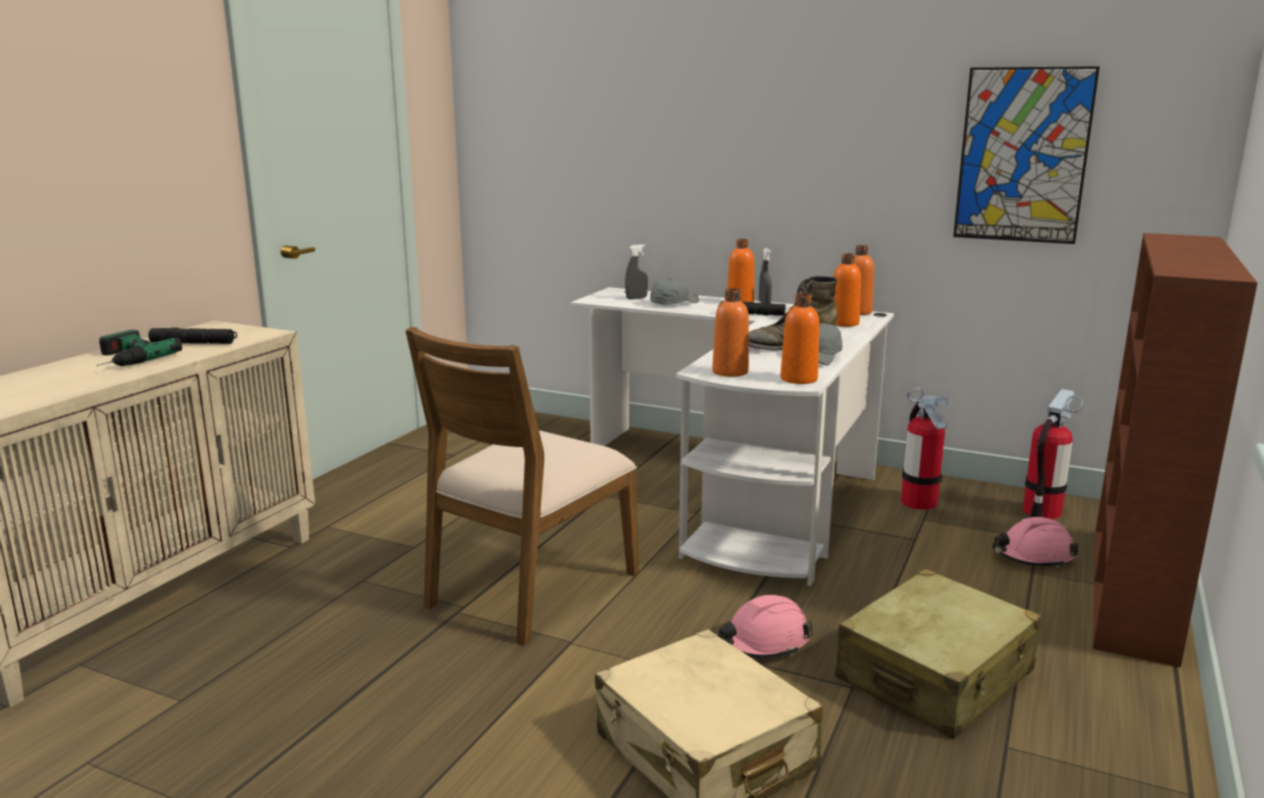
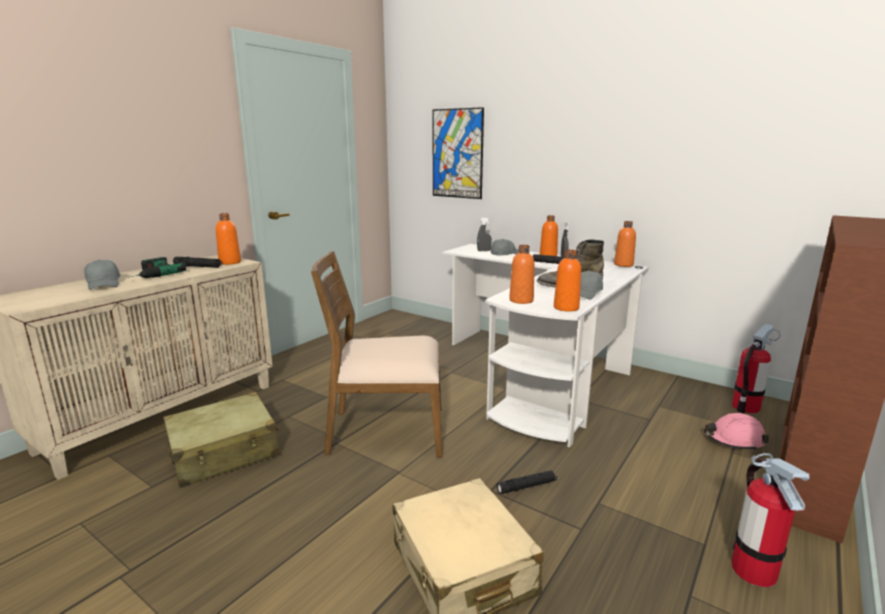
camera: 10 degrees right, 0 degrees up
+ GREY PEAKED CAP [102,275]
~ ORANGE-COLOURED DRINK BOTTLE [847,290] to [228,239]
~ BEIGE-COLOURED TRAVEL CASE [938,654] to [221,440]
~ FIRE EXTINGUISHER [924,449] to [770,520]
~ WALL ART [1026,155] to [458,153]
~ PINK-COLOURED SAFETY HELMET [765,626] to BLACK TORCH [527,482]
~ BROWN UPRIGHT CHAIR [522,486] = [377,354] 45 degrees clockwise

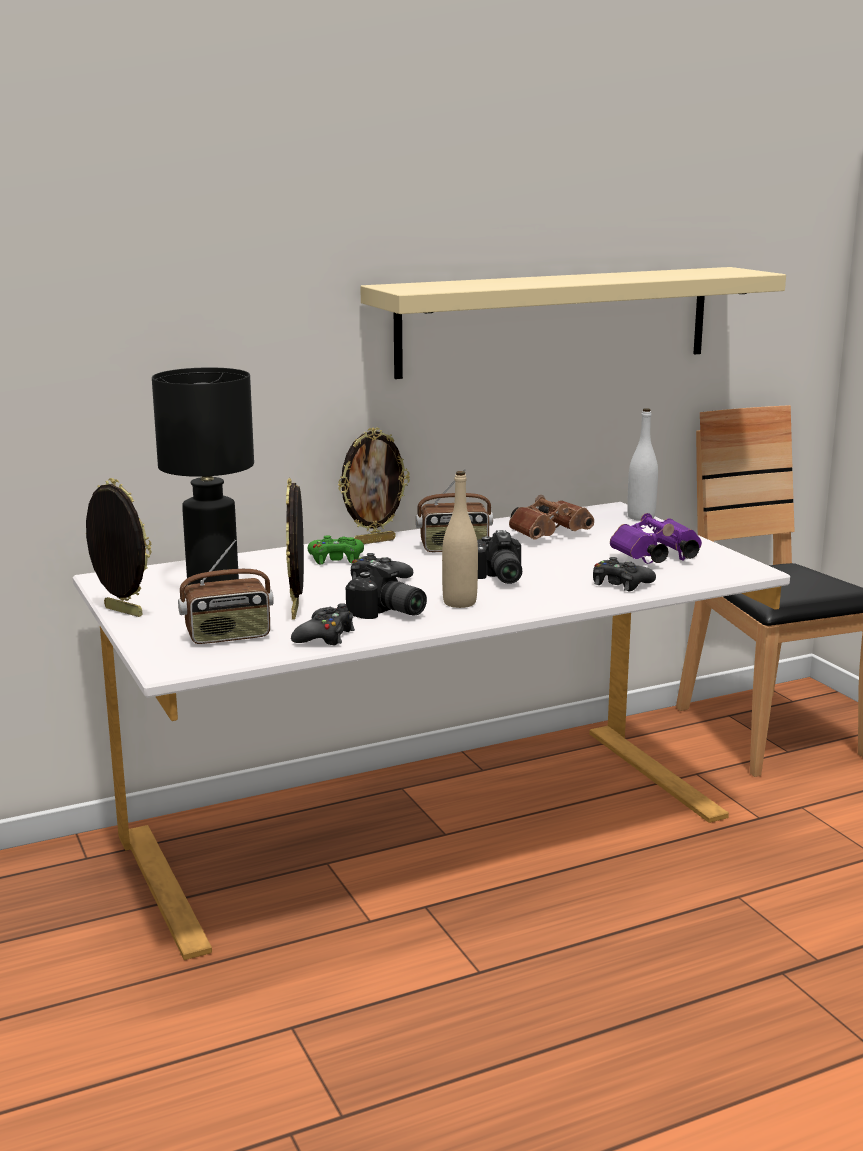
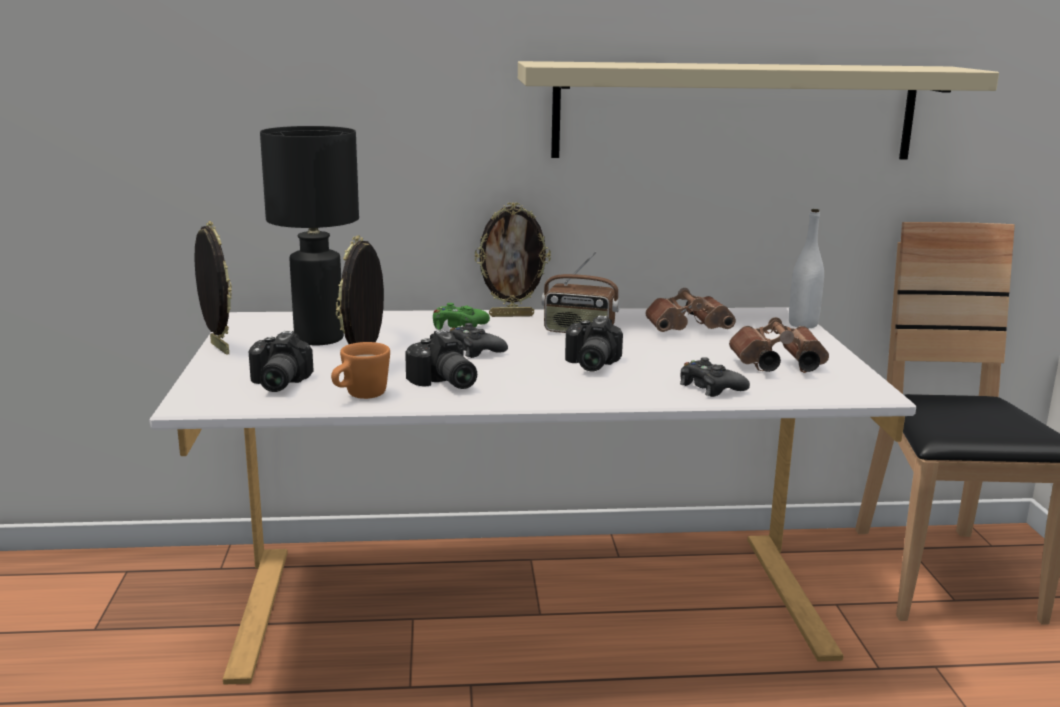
camera: 20 degrees right, 0 degrees up
- BEIGE-COLOURED DRINK BOTTLE [460,539]
~ RADIO RECEIVER [226,592] to PHOTO CAMERA [281,361]
~ BLACK GAME CONTROLLER [323,624] to ORANGE-COLOURED COFFEE MUG [360,370]
~ PURPLE BINOCULARS [656,538] to BROWN BINOCULARS [779,345]

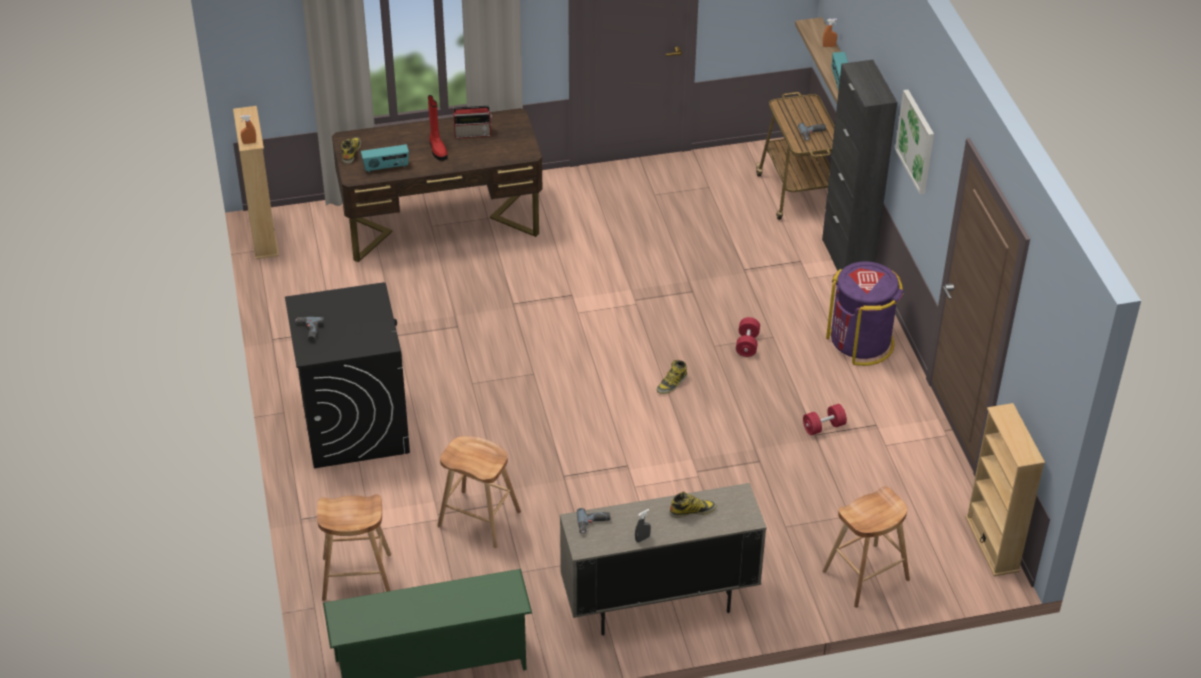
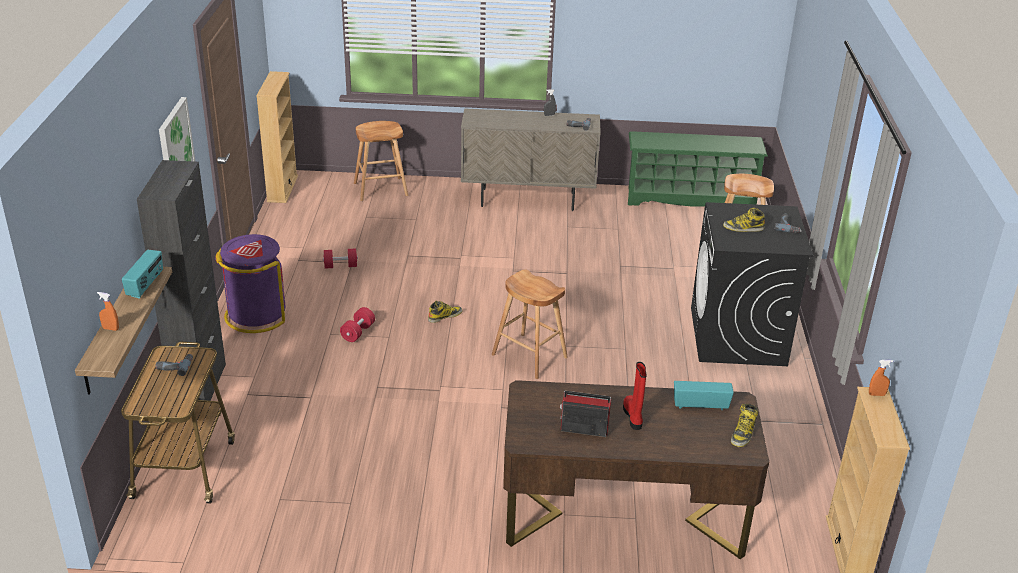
camera: 165 degrees left, 10 degrees down
~ BROWN STOOL [479,492] to [530,324]
~ BOOT [693,504] to [744,220]

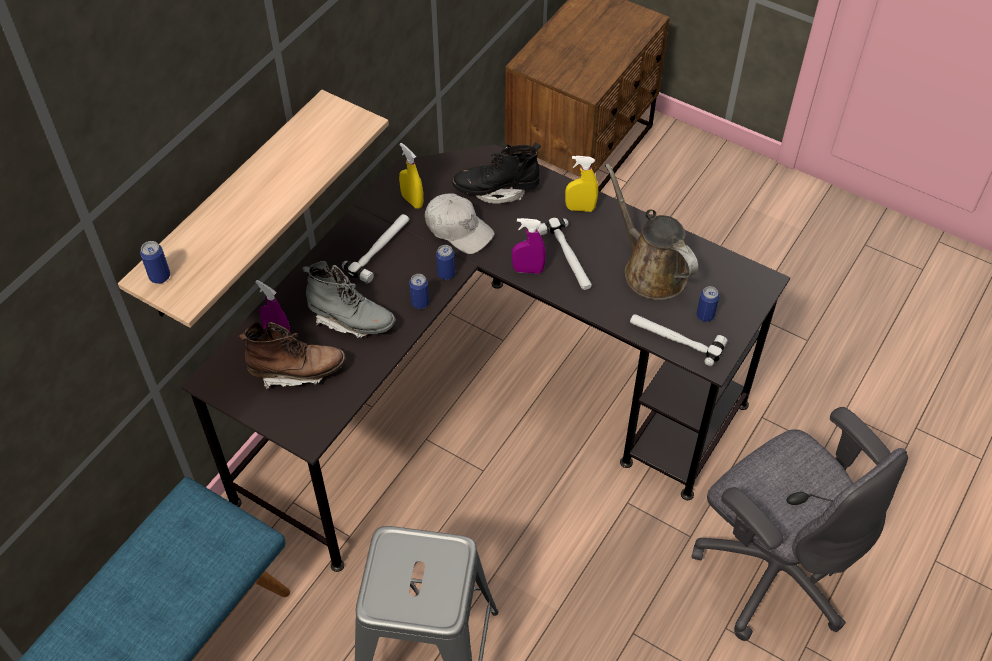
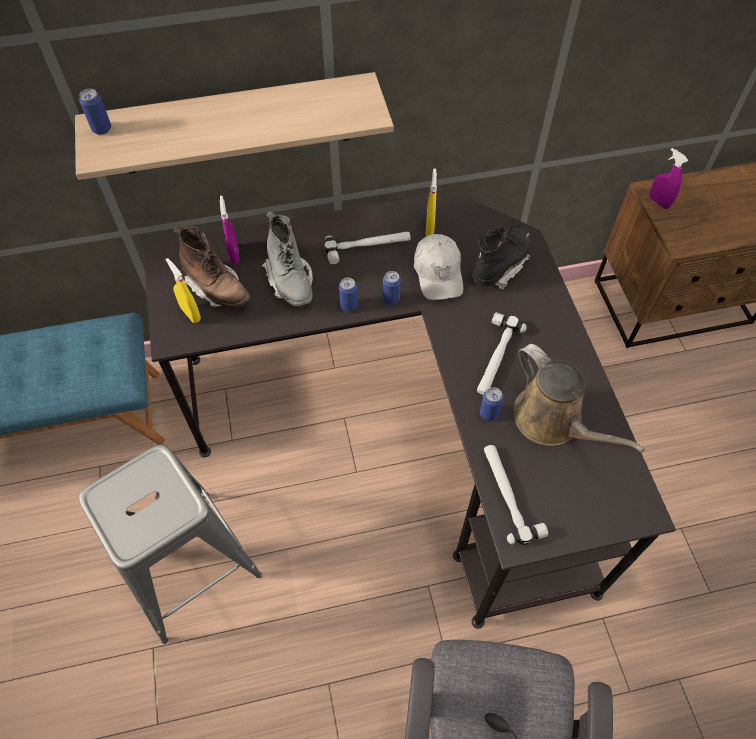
camera: 45 degrees right, 5 degrees up
~ PURPLE SPRAYER [529,246] to [668,178]
~ YELLOWISH SPRAYER [581,184] to [183,290]
~ SEALED CAN [708,304] to [491,404]
~ BLACK BOOT [496,173] = [503,257] 90 degrees clockwise
~ BROWN WATERING CAN [651,231] = [579,398] 135 degrees clockwise

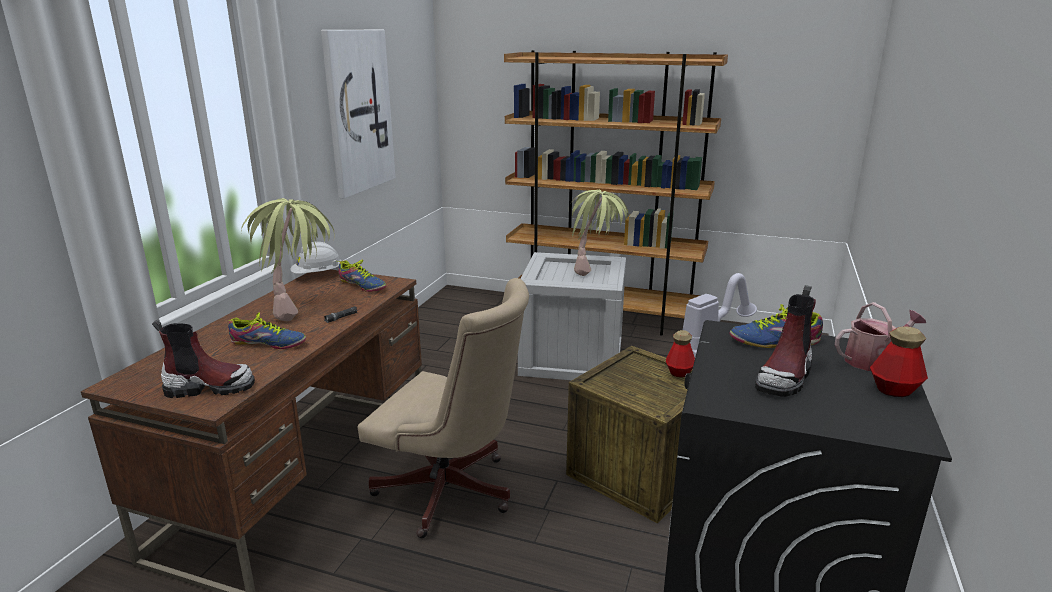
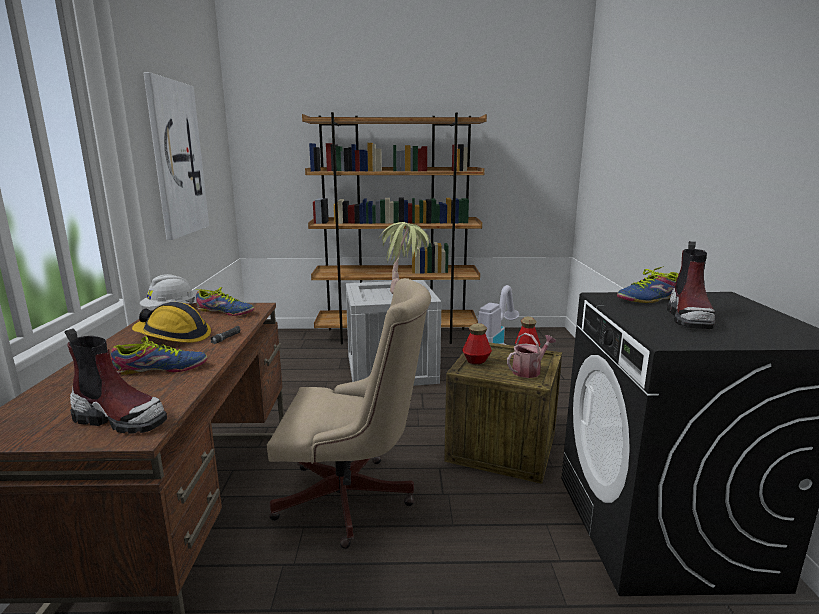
camera: 20 degrees left, 5 degrees down
~ WATERING CAN [880,336] to [531,355]
~ DRINK BOTTLE [899,361] to [477,343]
~ PLANT IN A POT [288,259] to SAFETY HELMET [171,322]
~ BOOT [203,359] = [116,381] 45 degrees clockwise

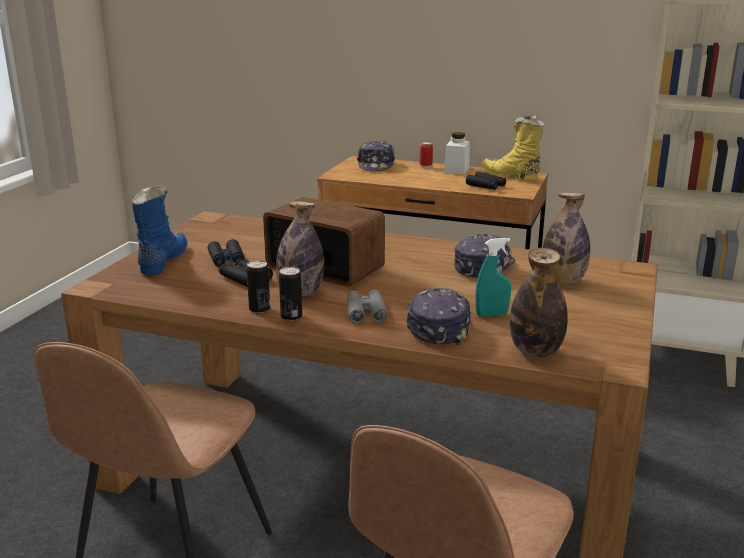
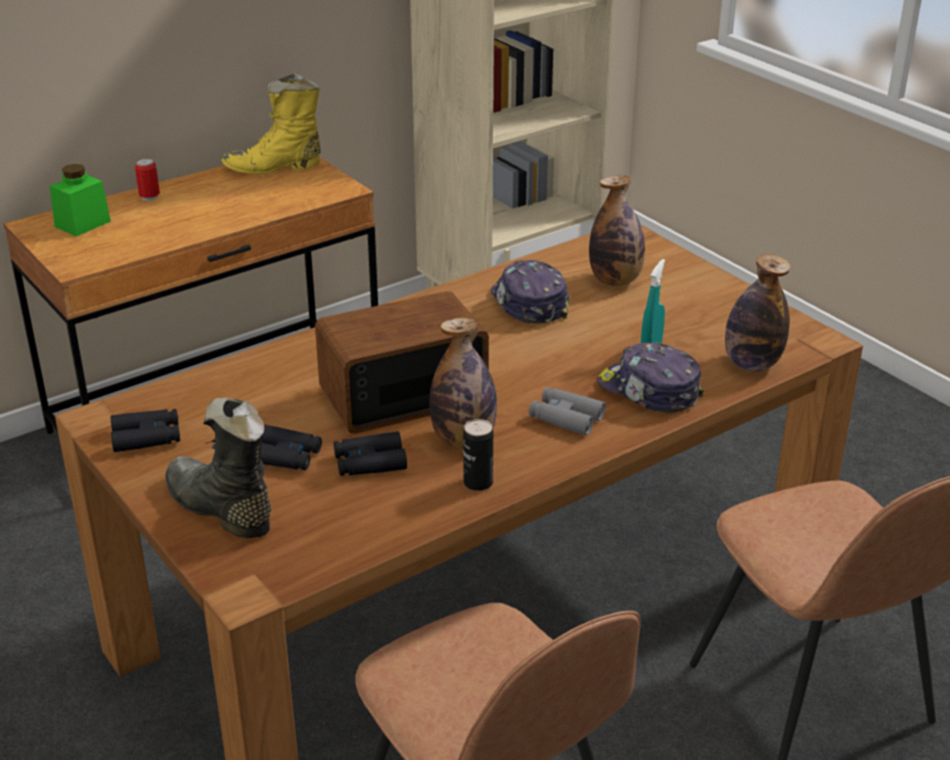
camera: 55 degrees left, 10 degrees up
- SEALED CAN [290,294]
- WHITISH PRESERVE JAR [457,153]
~ BLACK BINOCULARS [486,181] to [145,430]
~ PEAKED CAP [376,156] to GREEN-COLOURED PRESERVE JAR [80,200]
~ BLUE-COLOURED BOOT [159,231] to BLACK BOOT [218,468]

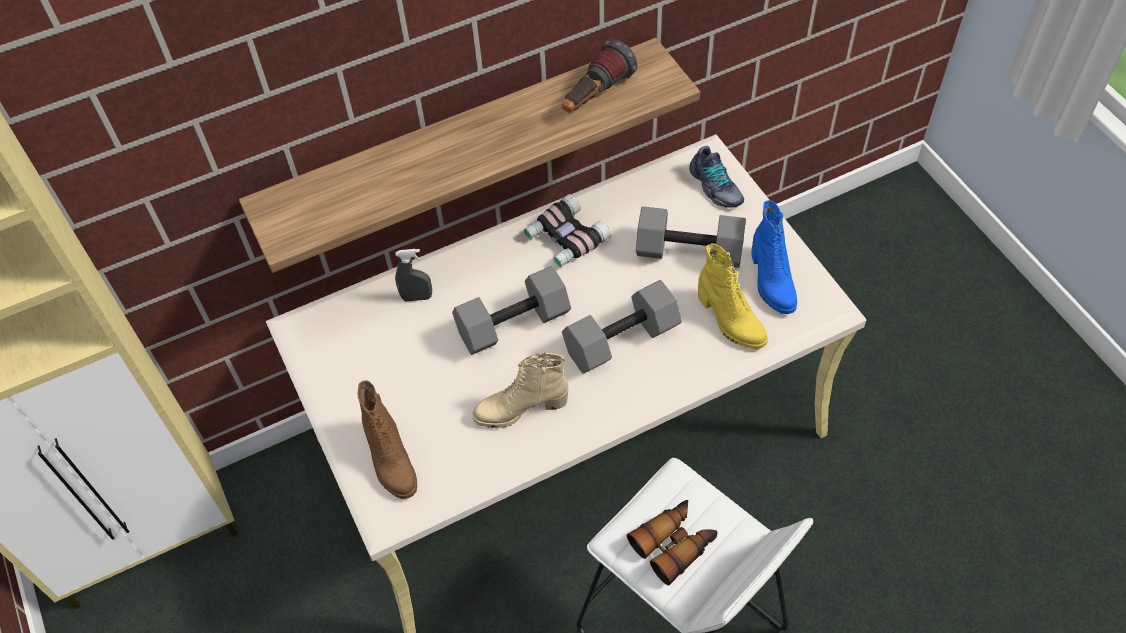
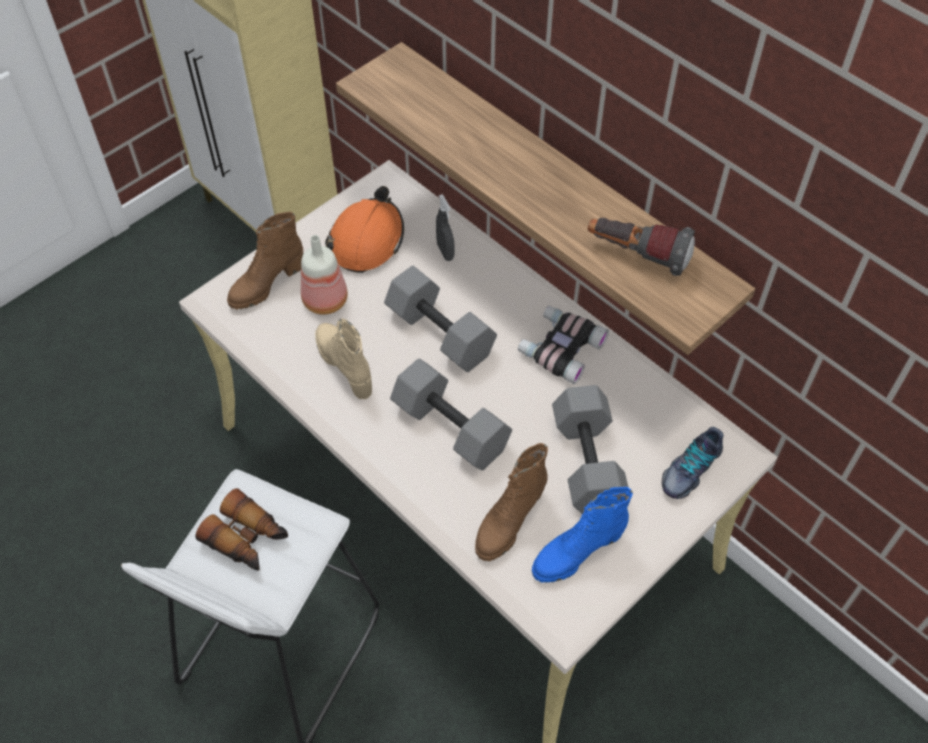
camera: 70 degrees right, 0 degrees up
+ DRINK BOTTLE [324,275]
+ ORANGE-COLOURED SAFETY HELMET [364,229]
~ YELLOWISH BOOT [733,296] to BROWN BOOT [511,502]

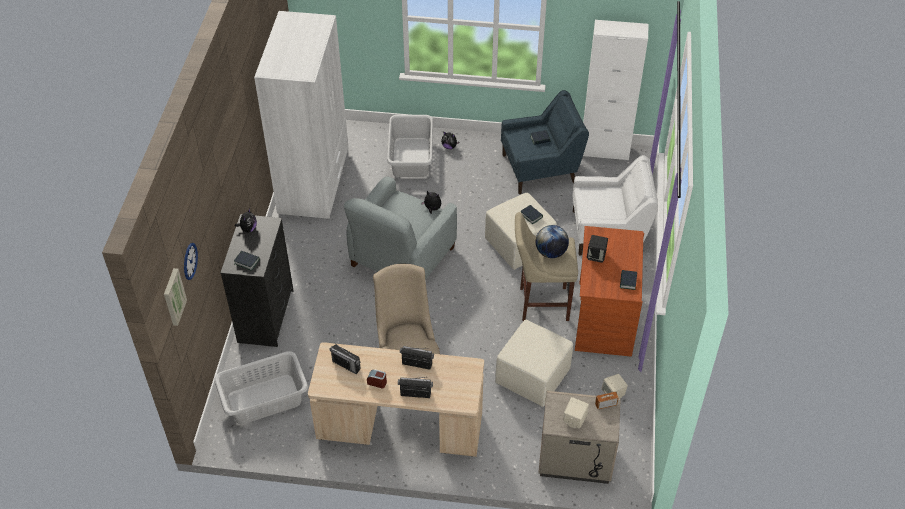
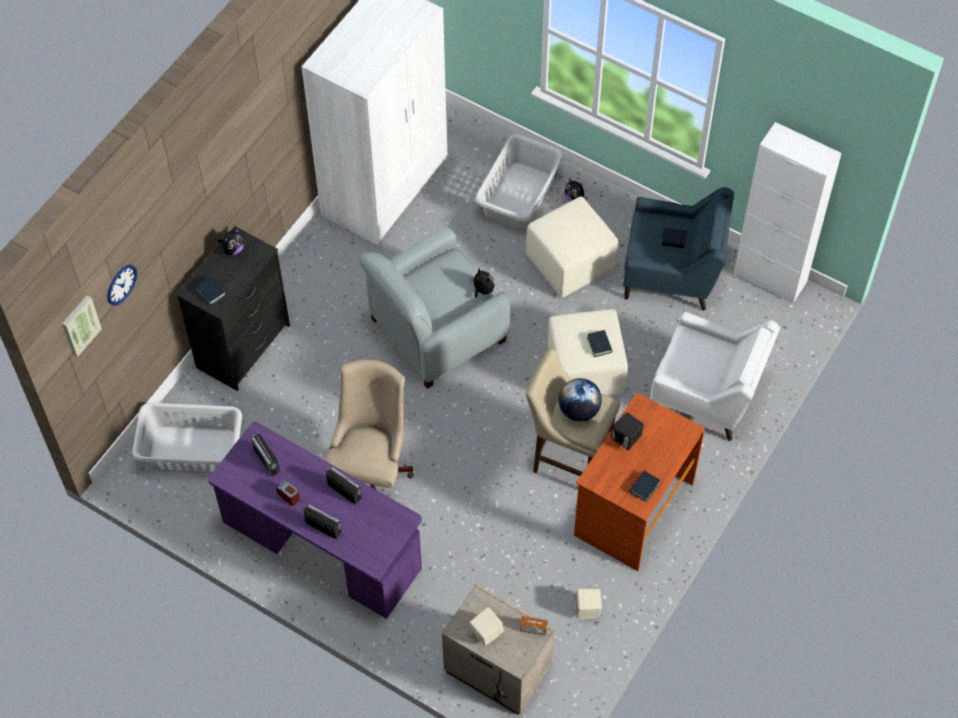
camera: 25 degrees right, 10 degrees up
~ BEIGE-COLOURED OTTOMAN [534,363] to [572,247]
~ BEIGE-COLOURED DESK TABLE [396,399] to PURPLE DESK TABLE [315,520]

